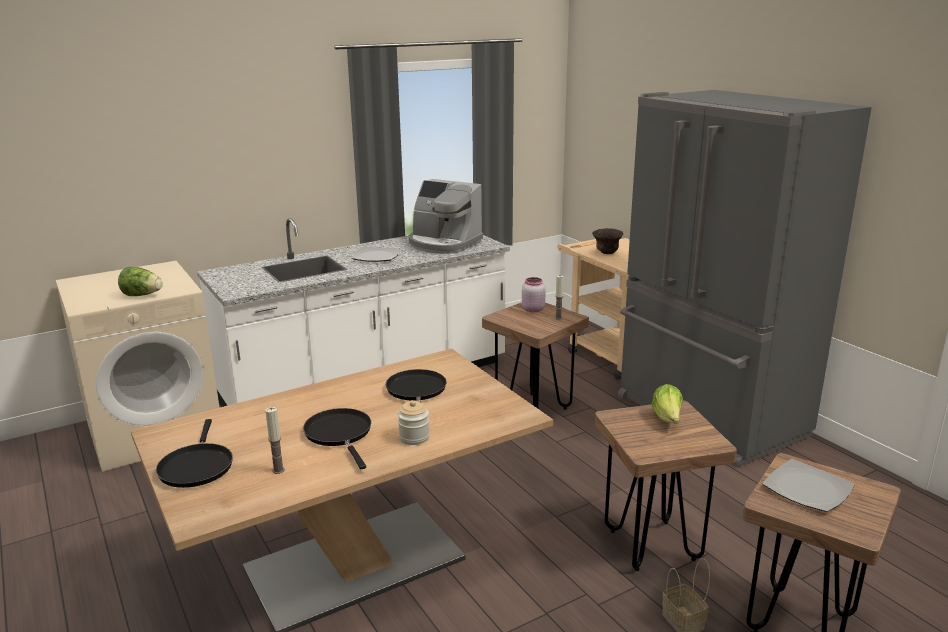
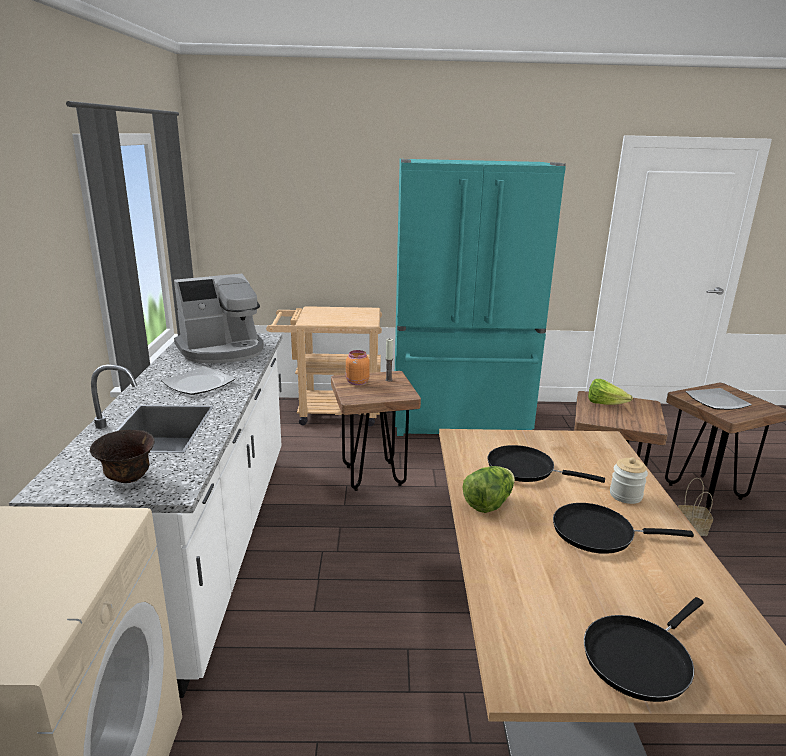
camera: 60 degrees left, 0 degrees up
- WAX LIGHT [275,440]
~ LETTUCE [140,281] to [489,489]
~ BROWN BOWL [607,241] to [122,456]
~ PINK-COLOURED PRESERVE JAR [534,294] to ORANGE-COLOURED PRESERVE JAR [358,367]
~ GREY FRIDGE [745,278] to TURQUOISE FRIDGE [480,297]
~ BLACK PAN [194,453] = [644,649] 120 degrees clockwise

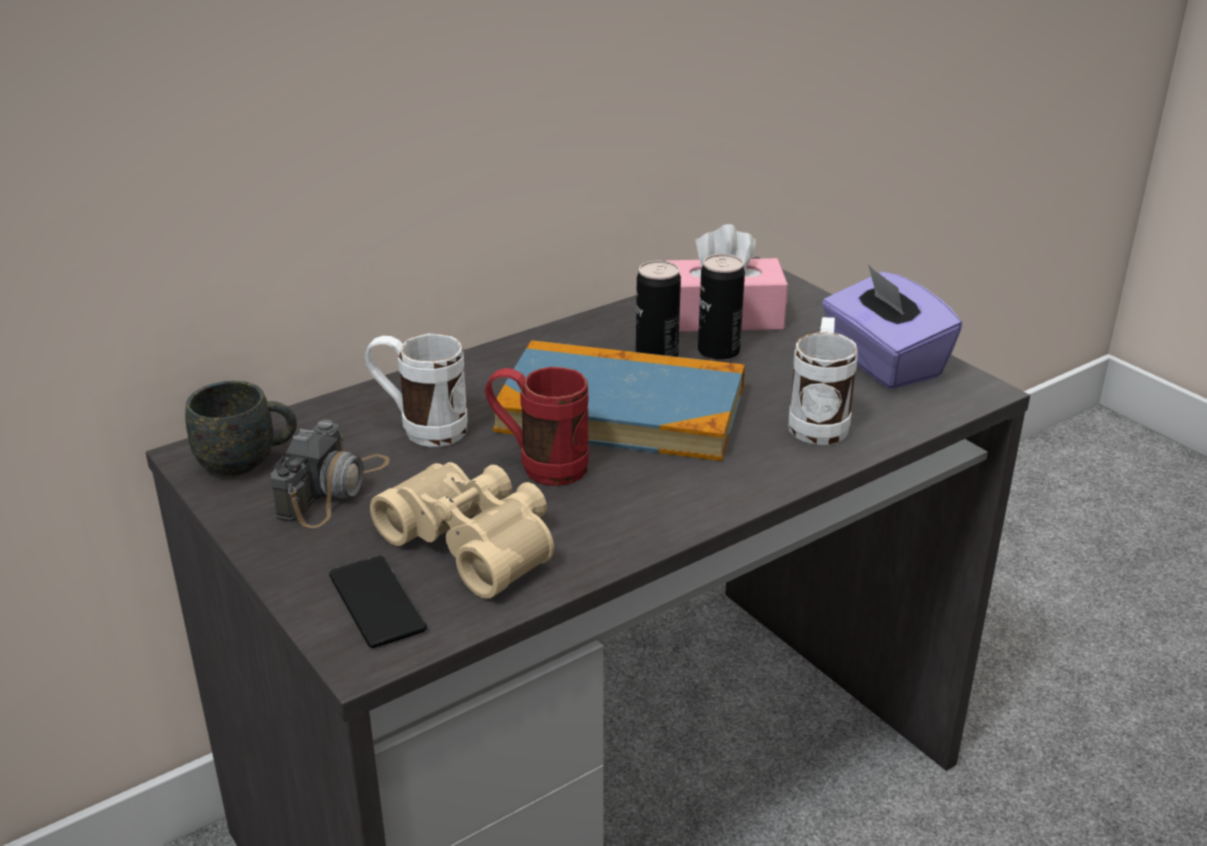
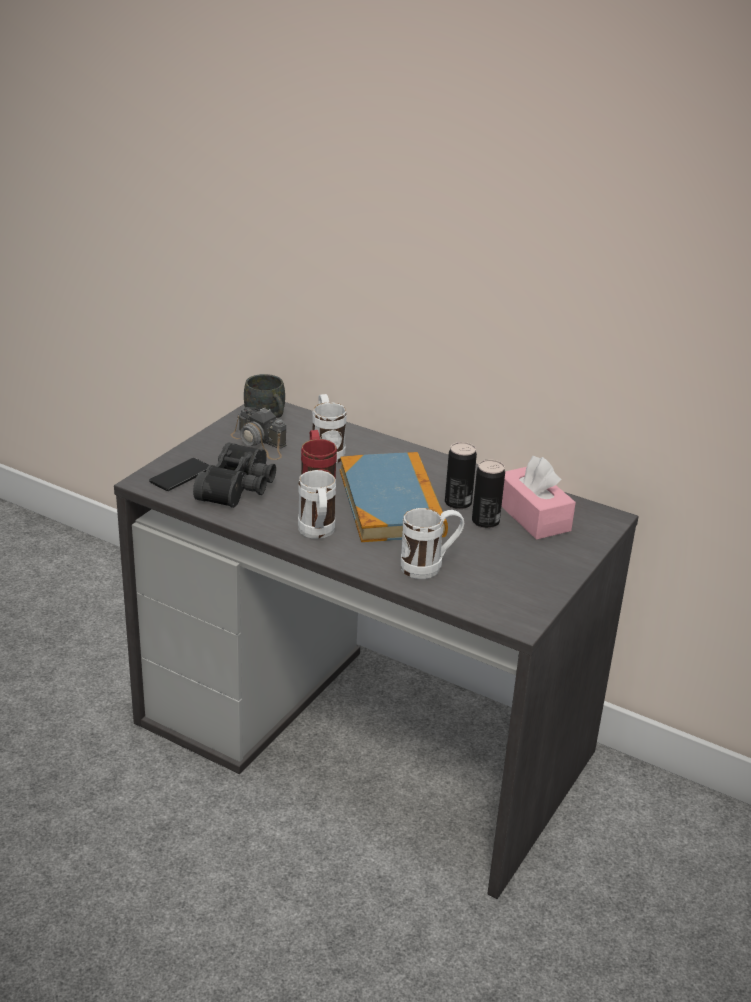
camera: 65 degrees right, 0 degrees up
- PURPLE TISSUE BOX [892,327]
+ WHITISH COFFEE MUG [317,504]
~ BEIGE-COLOURED BINOCULARS [462,530] to BLACK BINOCULARS [234,475]
~ PHOTO CAMERA [330,474] = [258,433] 45 degrees clockwise

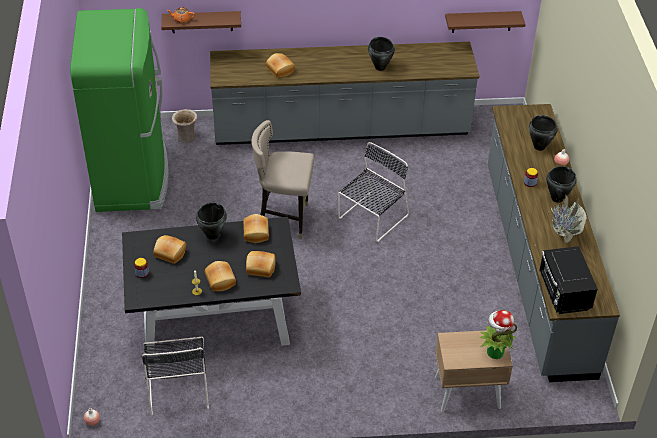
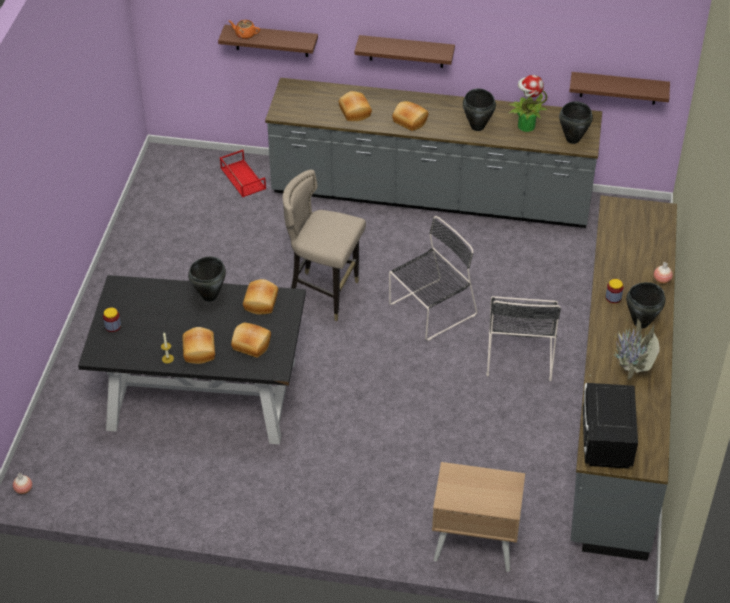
camera: 15 degrees right, 0 degrees up
- GREEN-COLOURED FRIDGE [119,110]
+ BROWN WALL SHELF [404,51]
~ BLACK UPRIGHT CHAIR [175,376] to [523,339]
~ BAKED BREAD [169,249] to [410,116]
~ PLANT IN A POT [498,334] to [527,103]
~ BLACK STOCKPOT [543,133] to [576,122]
~ BEIGE-COLOURED DECORATIVE VASE [185,126] to RED-COLOURED CARRYING TRAY [243,173]

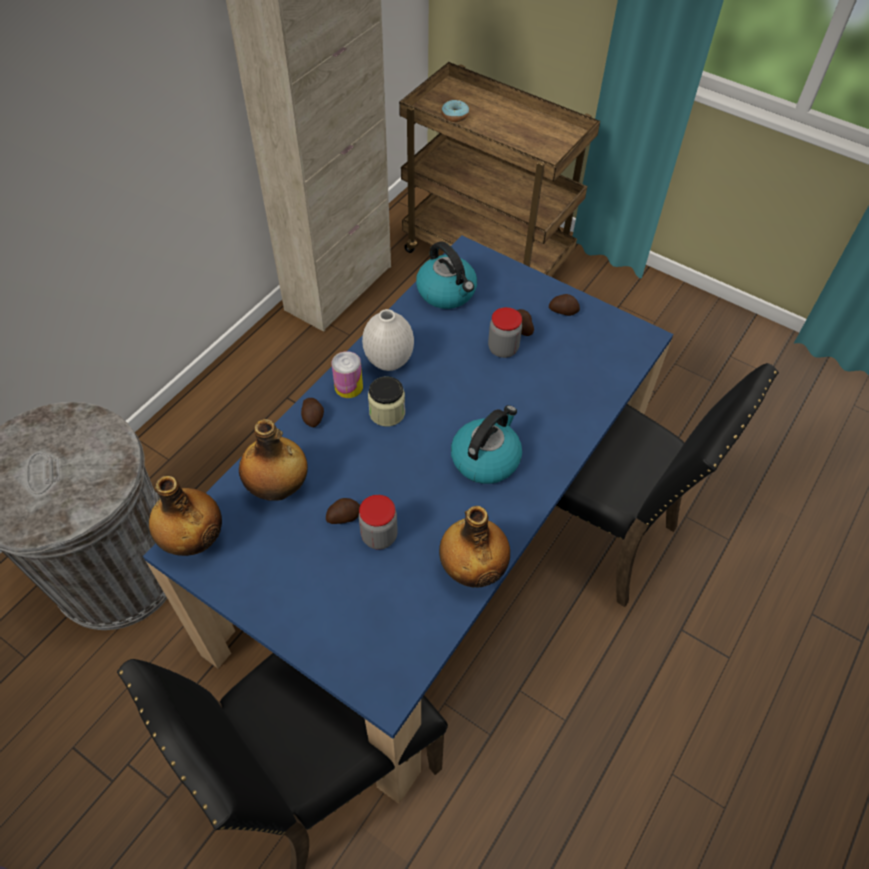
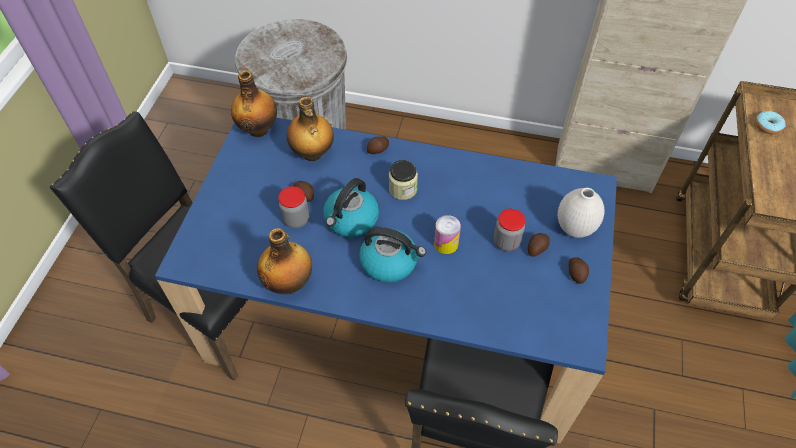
camera: 70 degrees right, 0 degrees up
~ SEALED CAN [347,374] to [447,234]
~ WHITISH DECORATIVE VASE [388,340] to [581,213]
~ WATER KETTLE [446,275] to [351,207]

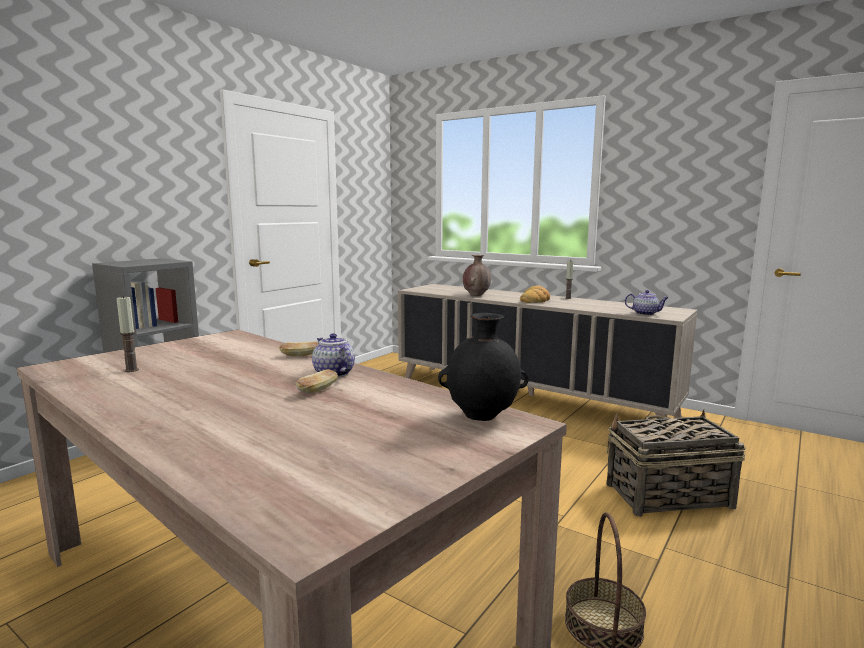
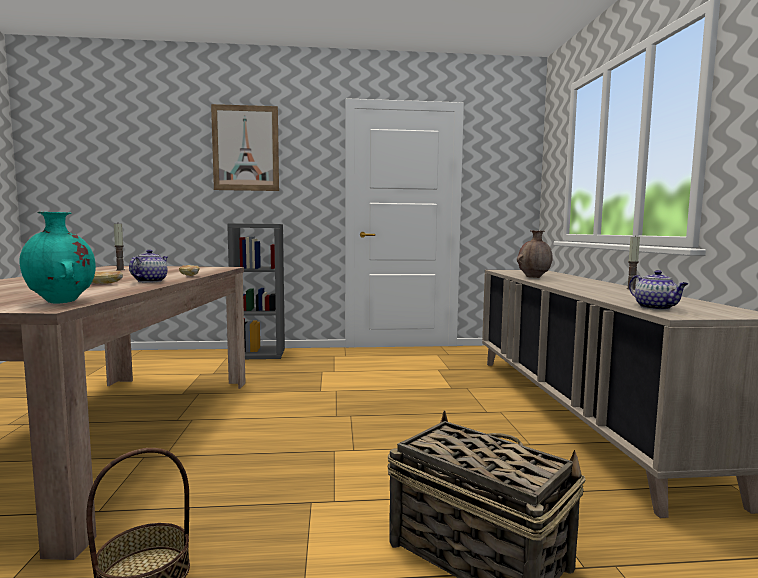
camera: 50 degrees right, 5 degrees down
- BAKED BREAD [535,294]
+ WALL ART [245,147]
~ BLACK DECORATIVE VASE [483,367] to TURQUOISE DECORATIVE VASE [57,258]

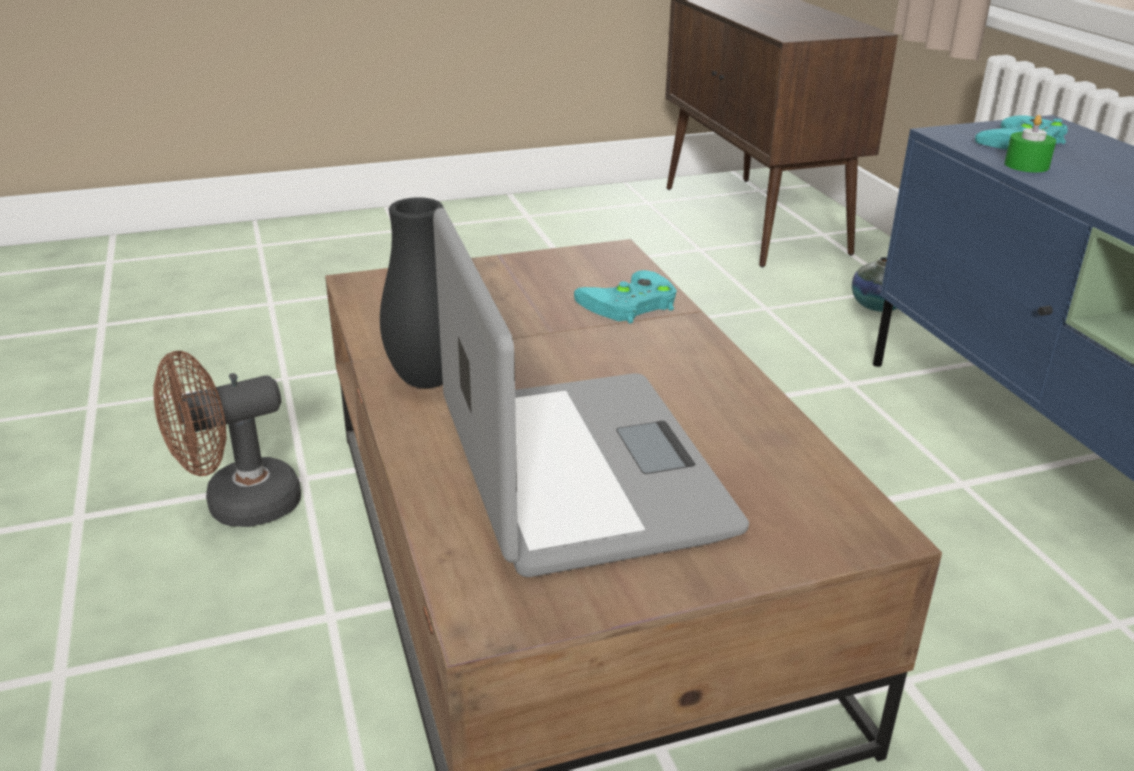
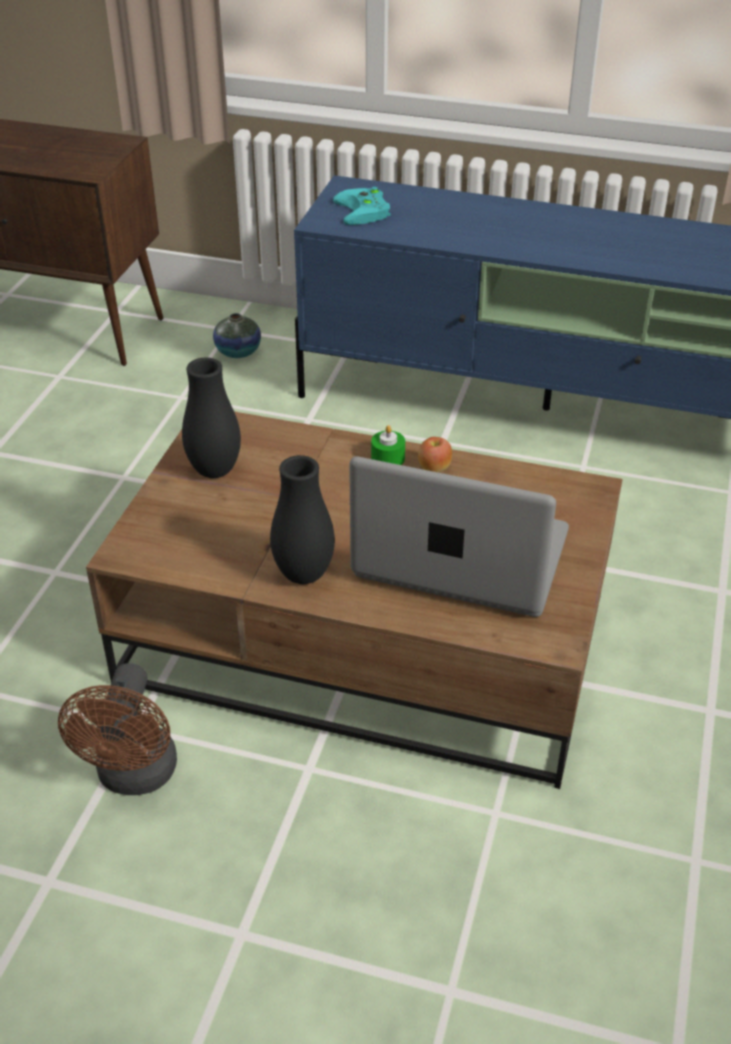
camera: 55 degrees left, 10 degrees up
- TURQUOISE GAME CONTROLLER [625,297]
+ BLACK DECORATIVE VASE [211,417]
+ APPLE FRUIT [435,454]
~ GREEN-COLOURED WAX LIGHT [1030,143] to [388,445]

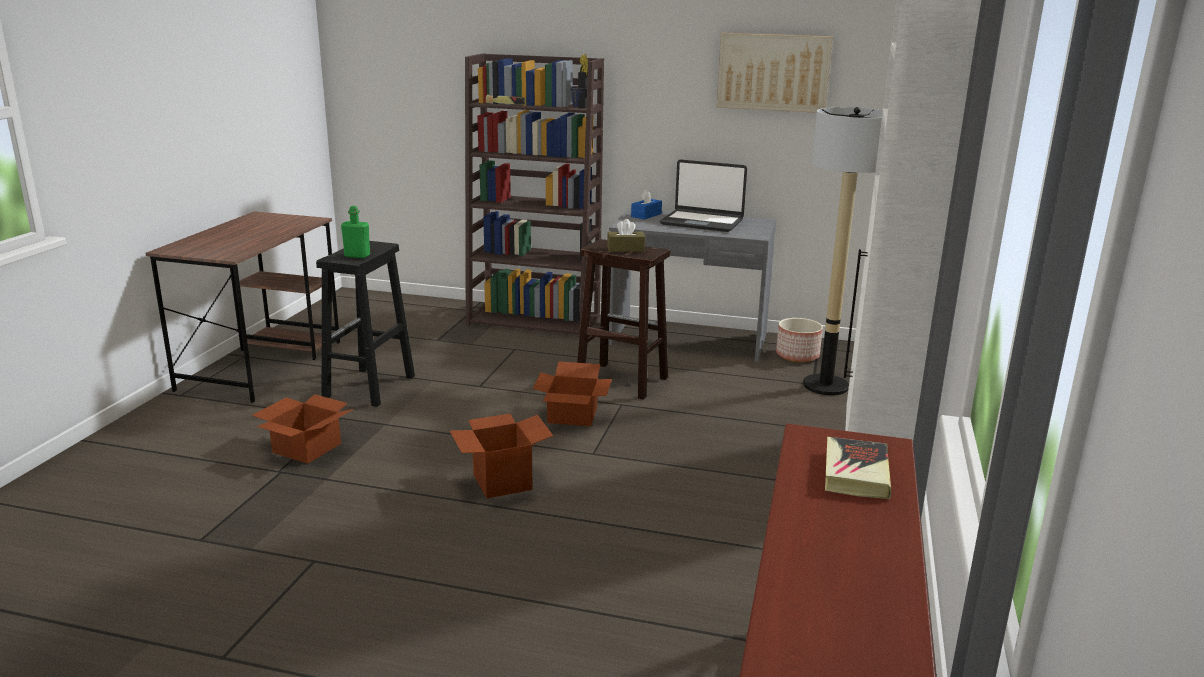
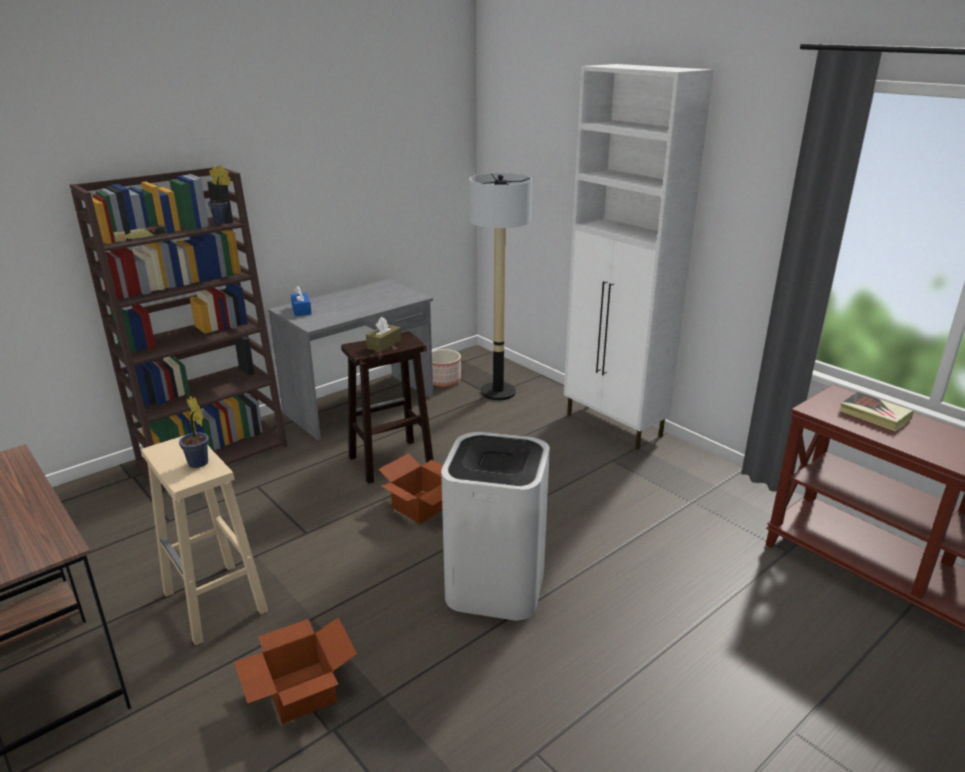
camera: 55 degrees left, 5 degrees up
- LAPTOP [703,195]
- WALL ART [775,73]
~ GREEN-COLOURED DRINK BOTTLE [355,232] to PLANT IN A POT [194,432]
~ PACKING BOX [501,456] to WHITISH RUBBISH BIN [495,526]
~ BLACK STOOL [365,324] to BEIGE-COLOURED STOOL [205,538]

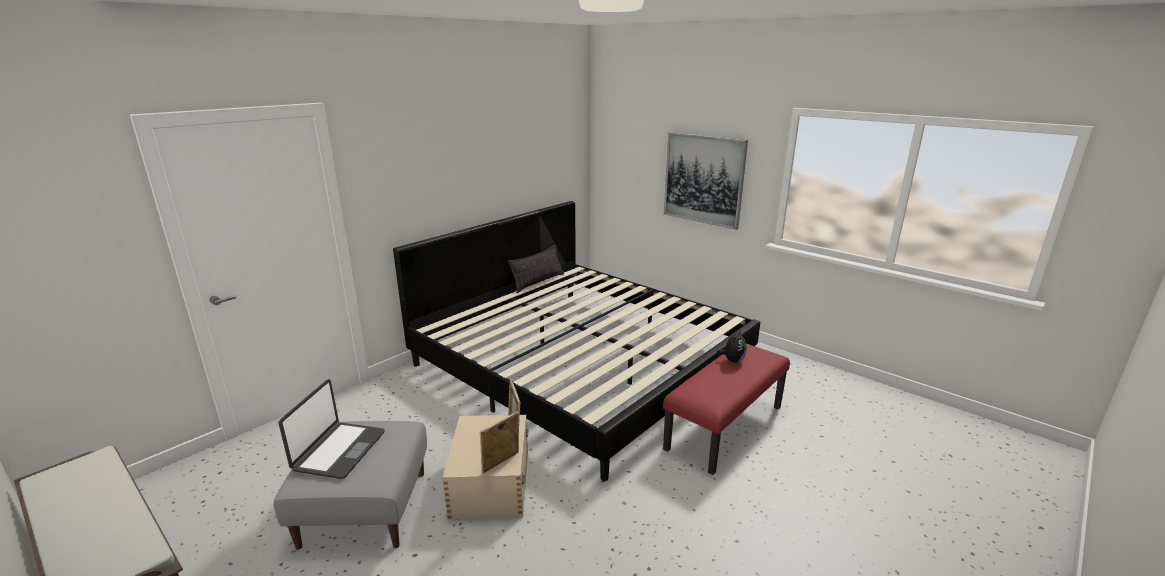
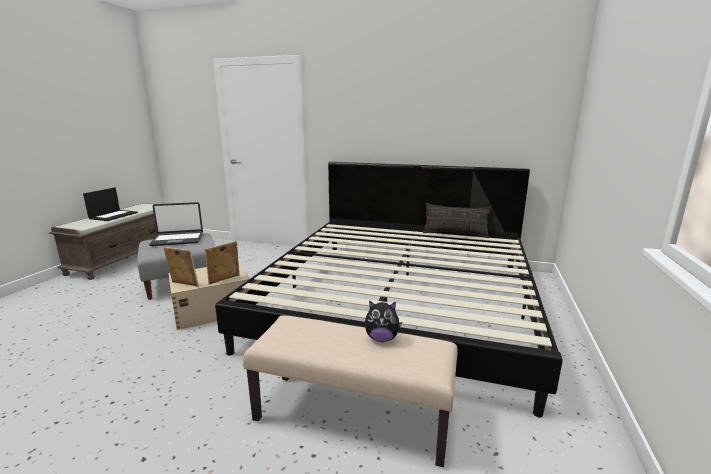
camera: 65 degrees right, 5 degrees down
- WALL ART [706,181]
+ LAPTOP [110,204]
~ RED-COLOURED INDOOR BENCH [726,409] to BEIGE-COLOURED INDOOR BENCH [350,391]

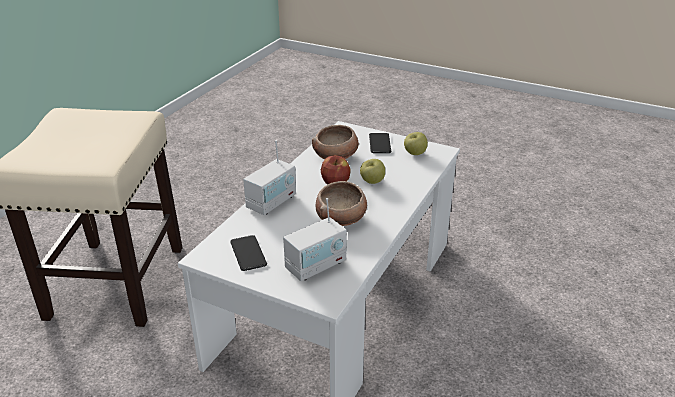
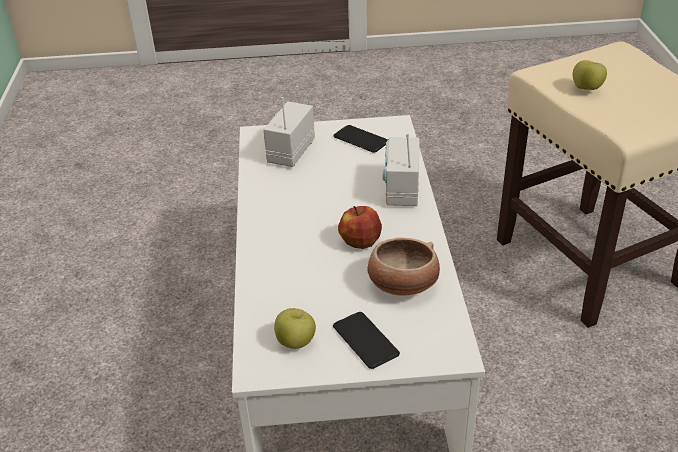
camera: 150 degrees right, 5 degrees up
- BOWL [341,203]
~ APPLE FRUIT [372,171] to [590,75]

